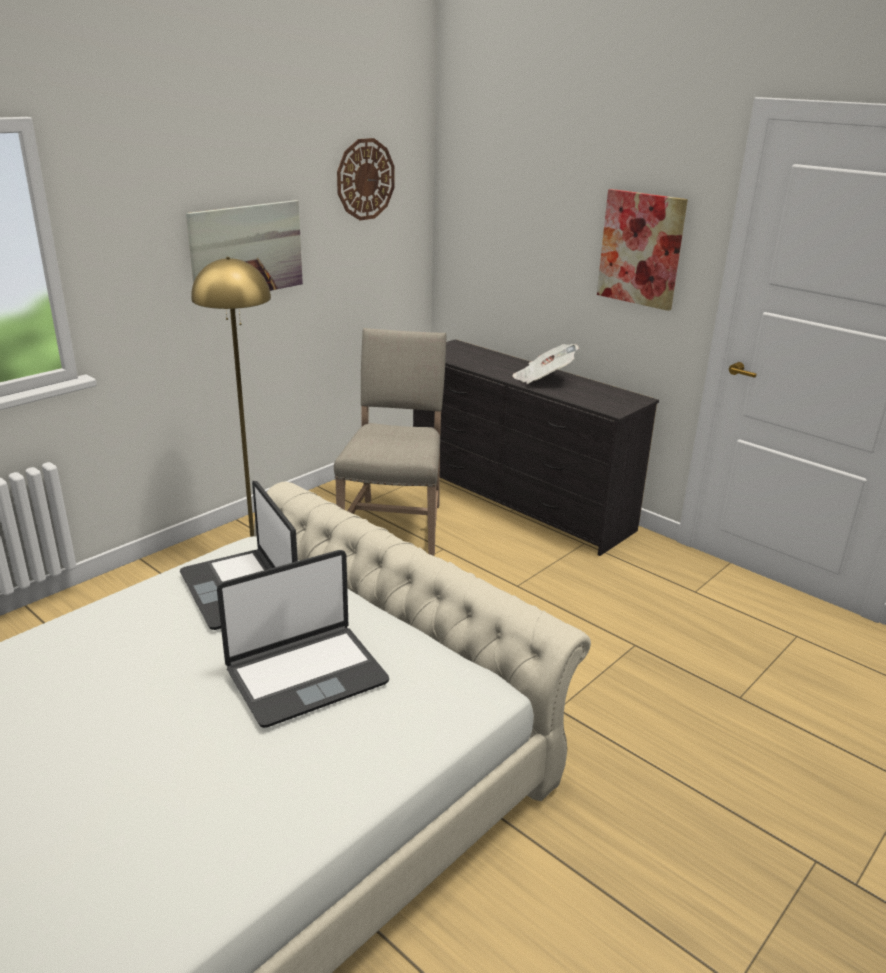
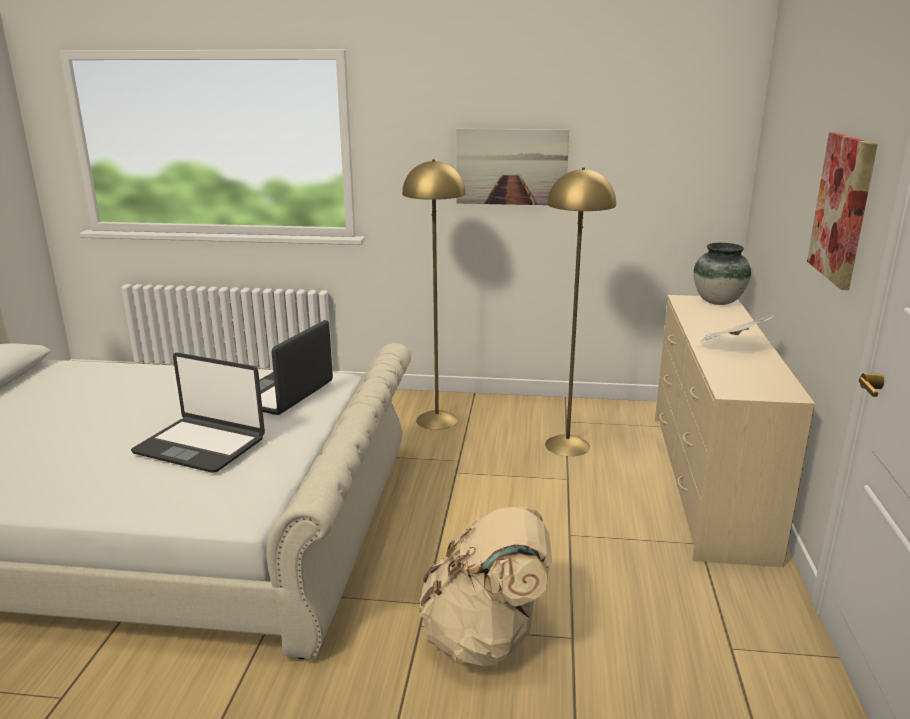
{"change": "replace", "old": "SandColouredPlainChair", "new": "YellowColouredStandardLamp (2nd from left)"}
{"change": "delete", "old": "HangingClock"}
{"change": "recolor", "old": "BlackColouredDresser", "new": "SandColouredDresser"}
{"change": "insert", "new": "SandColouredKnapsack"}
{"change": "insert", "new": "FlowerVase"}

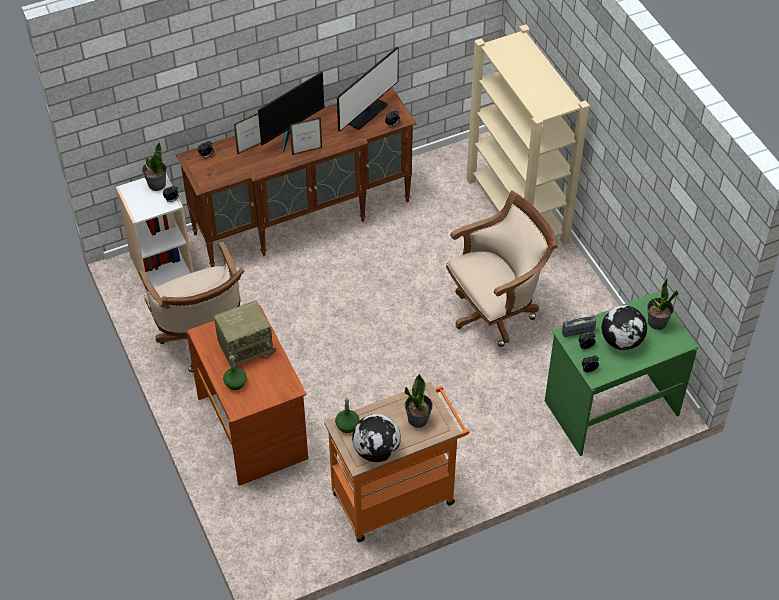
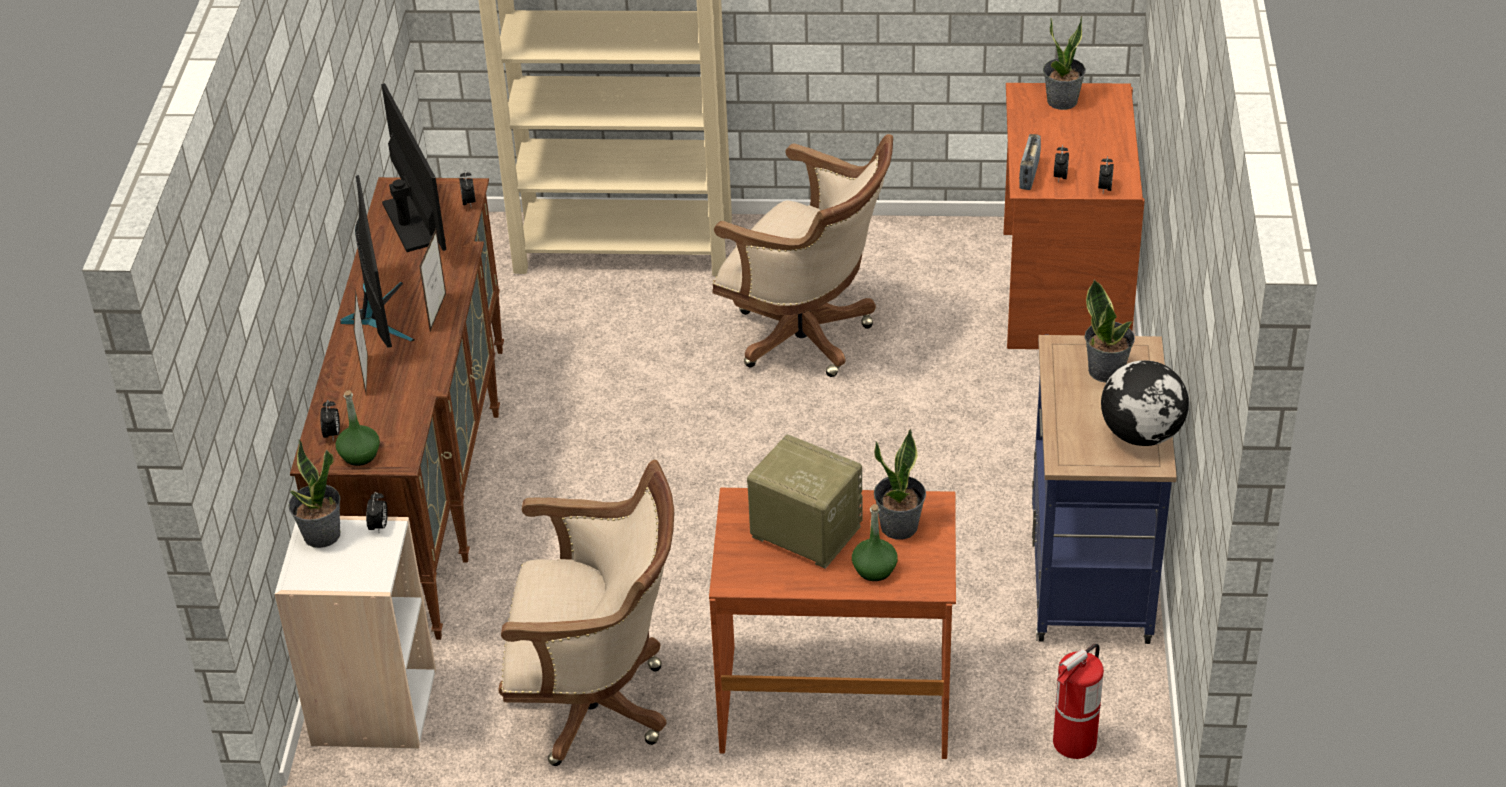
{"change": "rotate", "old": "Radio (1st from left)", "degrees": -60}
{"change": "recolor", "old": "OrangeColouredCart", "new": "BluishCart"}
{"change": "move", "old": "GreenColouredBottle (2nd from left in the first image)", "new": "GreenColouredBottle (1st from left)"}
{"change": "rotate", "old": "OfficeChair (2nd from left)", "degrees": 120}
{"change": "recolor", "old": "GreenColouredDeskTable", "new": "BrownishDeskTable (2nd from left)"}
{"change": "delete", "old": "WorldGlobe (2nd from left)"}
{"change": "insert", "new": "PottedPlant (2nd from left)"}
{"change": "insert", "new": "FireExtinguisher"}

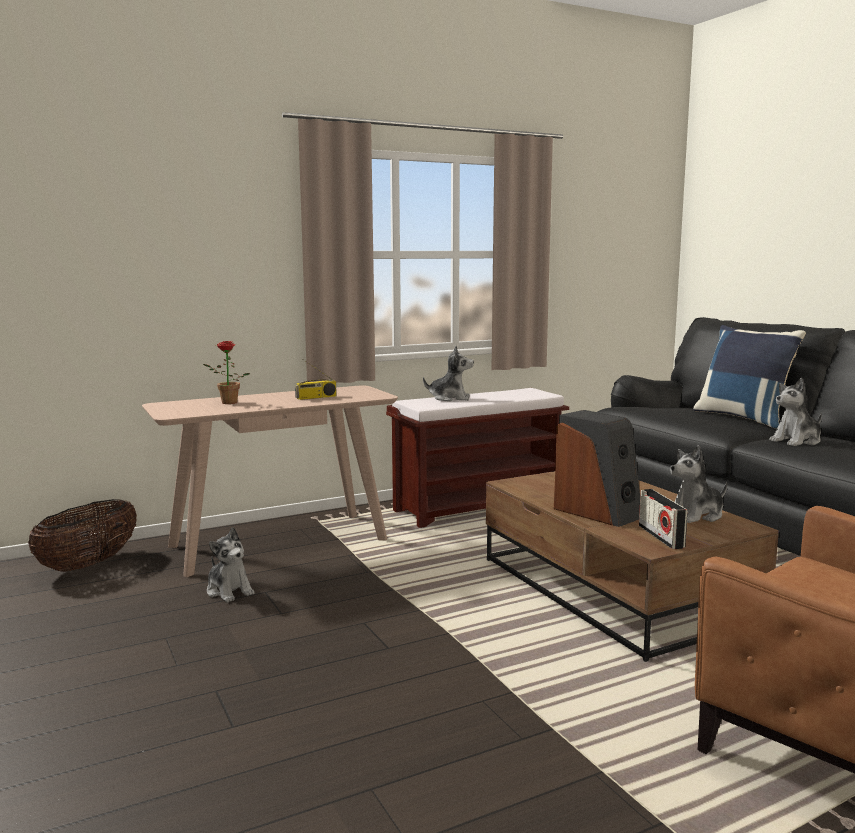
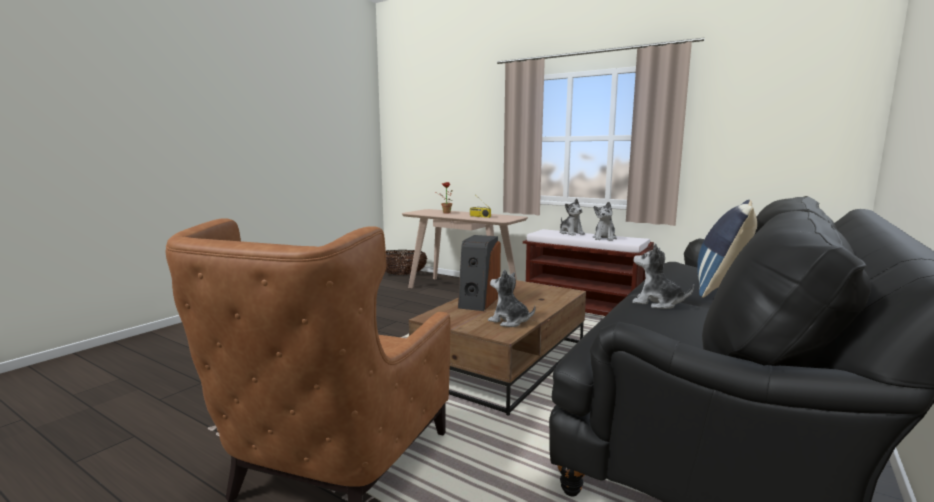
{"change": "move", "old": "SoftToy (1st from left in the first image)", "new": "SoftToy (3rd from left)"}
{"change": "delete", "old": "Radio (2nd from left)"}

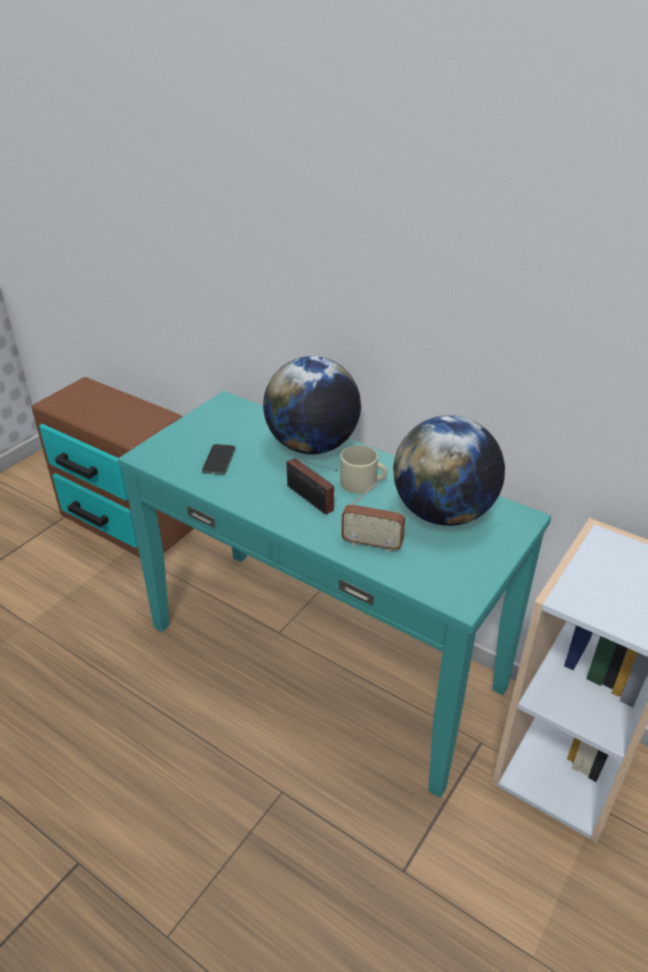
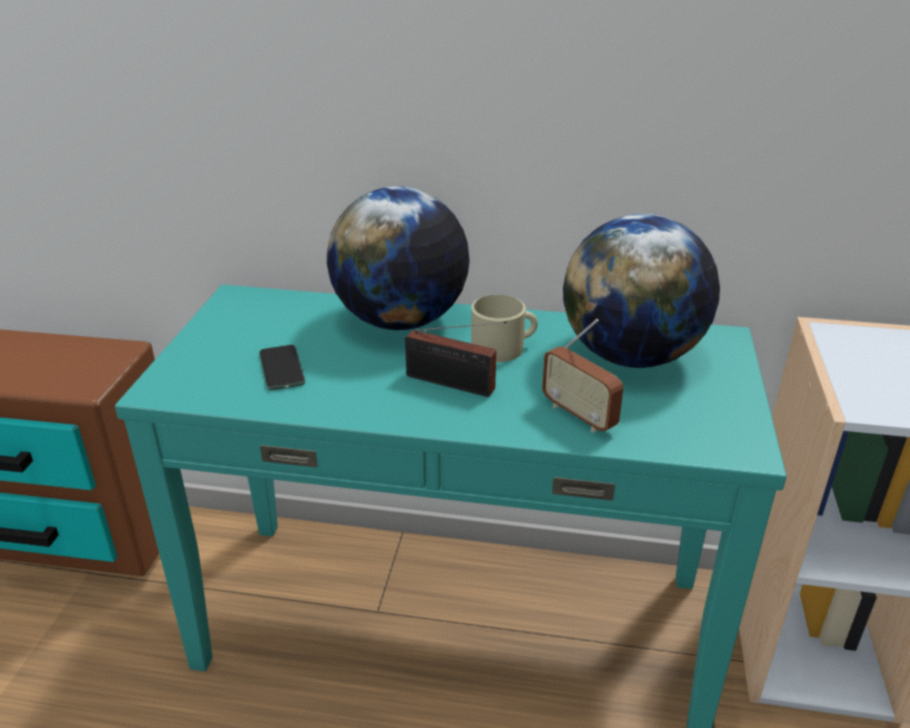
{"change": "rotate", "old": "Radio (2nd from left)", "degrees": 60}

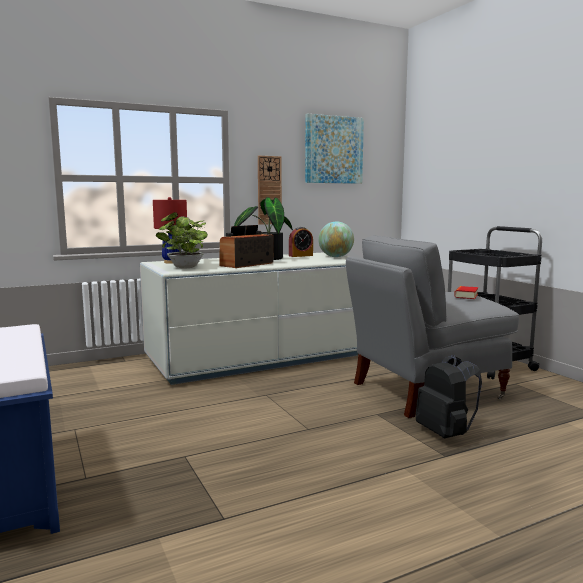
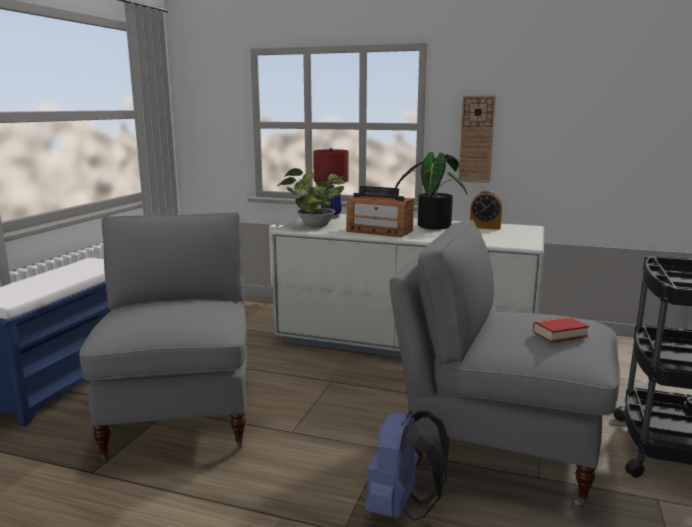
{"change": "rotate", "old": "Radio", "degrees": -150}
{"change": "delete", "old": "WallArt"}
{"change": "delete", "old": "WorldGlobe"}
{"change": "recolor", "old": "BlackColouredKnapsack", "new": "BluishKnapsack"}
{"change": "insert", "new": "GreyArmchair (1st from left)"}

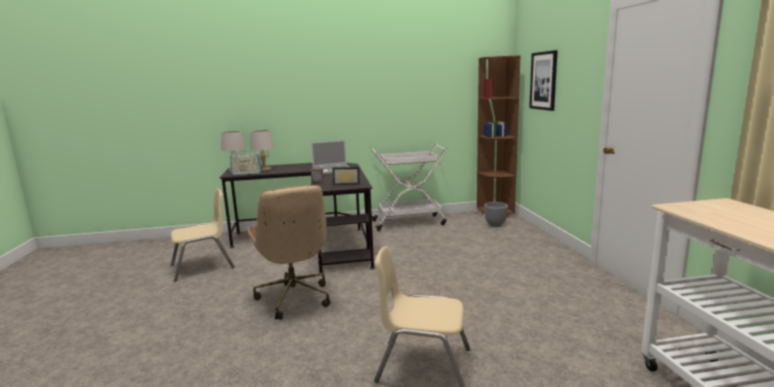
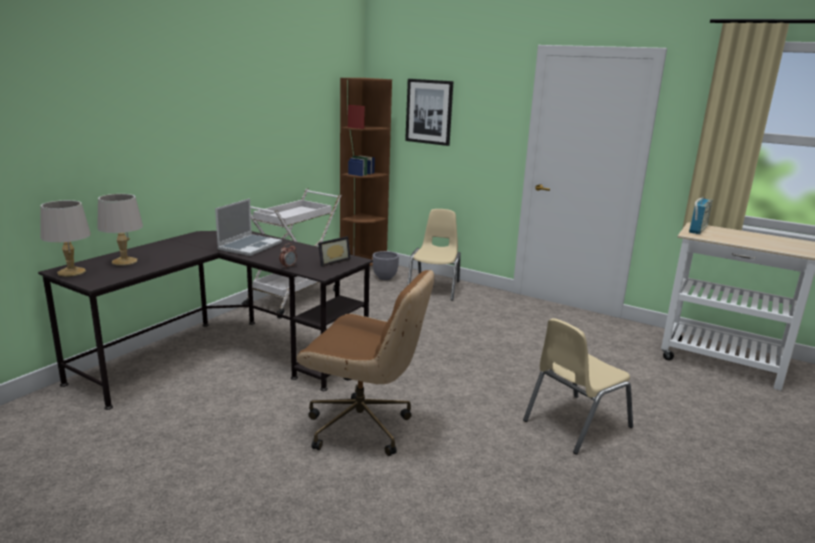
{"change": "move", "old": "SandColouredPlainChair (1st from left)"}
{"change": "move", "old": "Radio"}

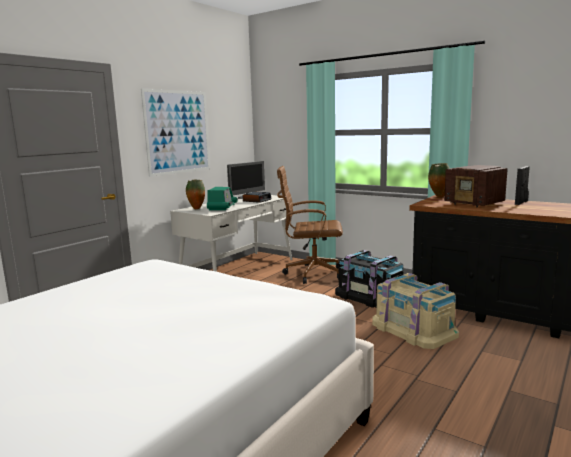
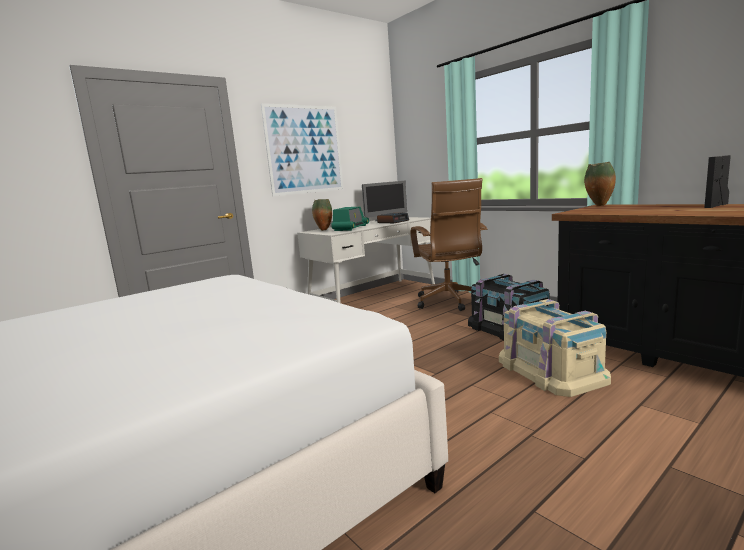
{"change": "rotate", "old": "BrownishOfficeChair", "degrees": -120}
{"change": "delete", "old": "Radio (2nd from left)"}

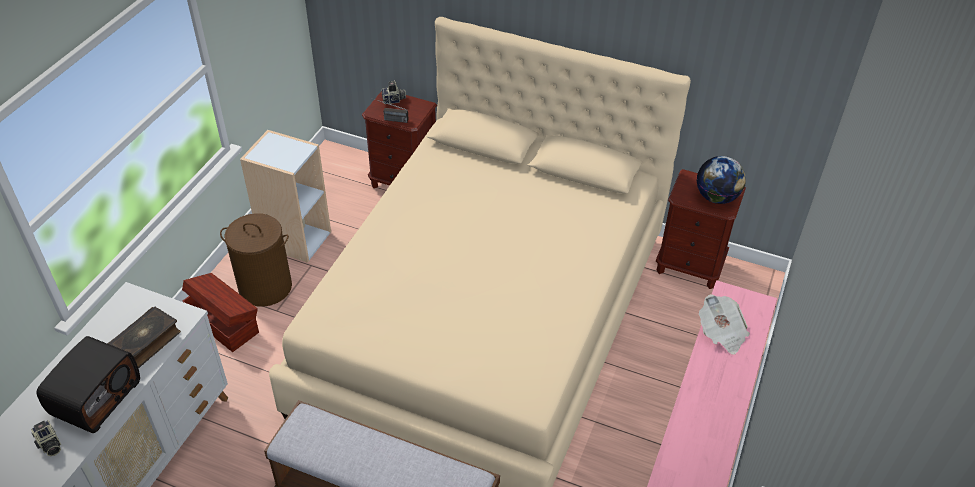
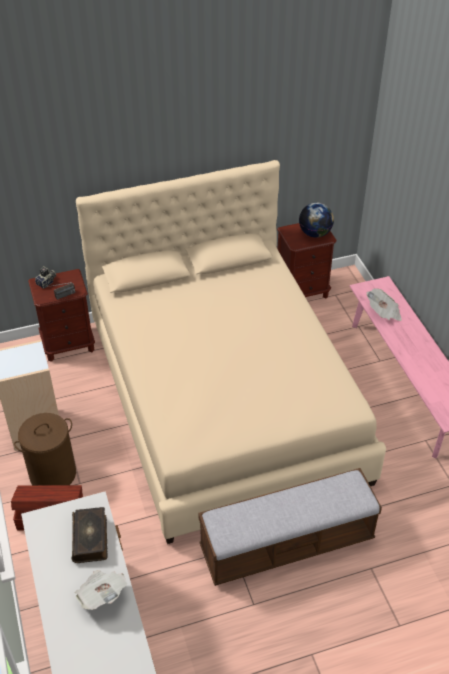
{"change": "delete", "old": "PhotoCamera (1st from left)"}
{"change": "replace", "old": "Radio (1st from left)", "new": "DailyPaper (1st from left)"}

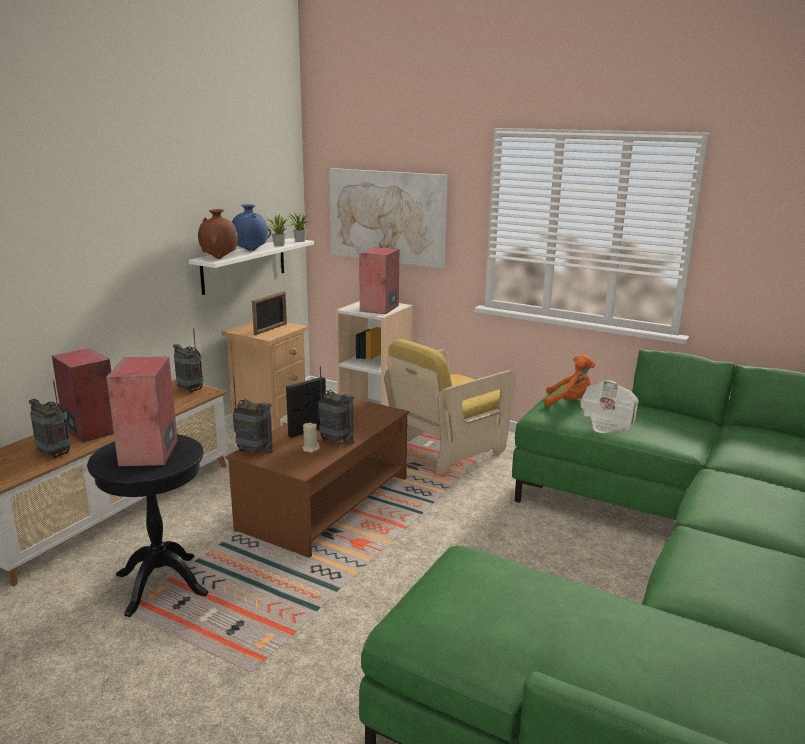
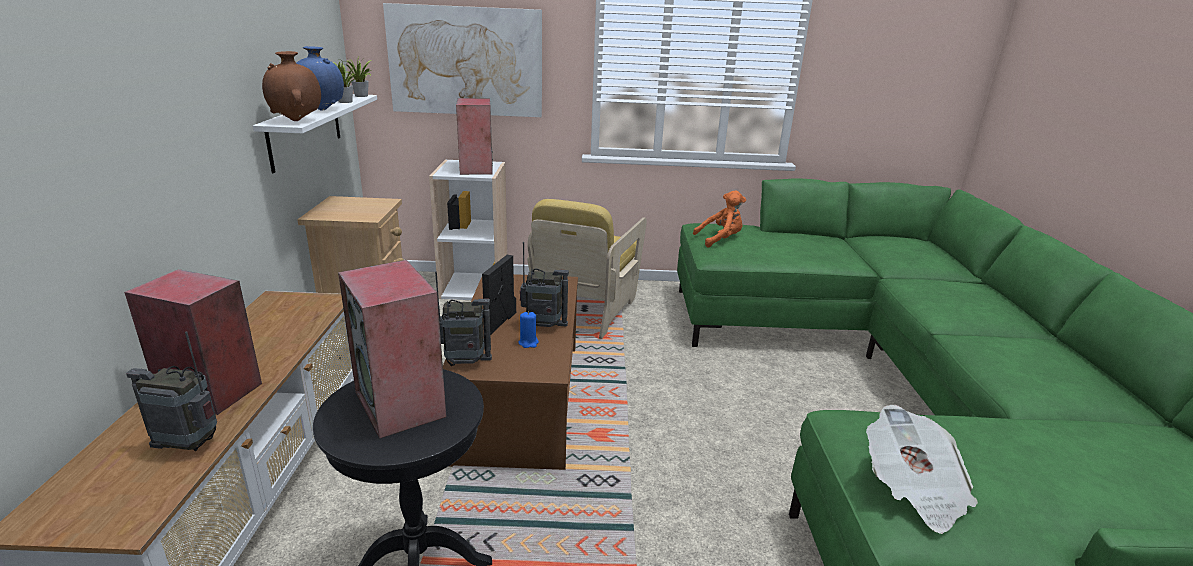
{"change": "delete", "old": "Radio (2nd from left)"}
{"change": "delete", "old": "PictureFrame (1st from left)"}
{"change": "recolor", "old": "SandColouredWaxCandle", "new": "BluishWaxCandle"}
{"change": "move", "old": "DailyPaper"}

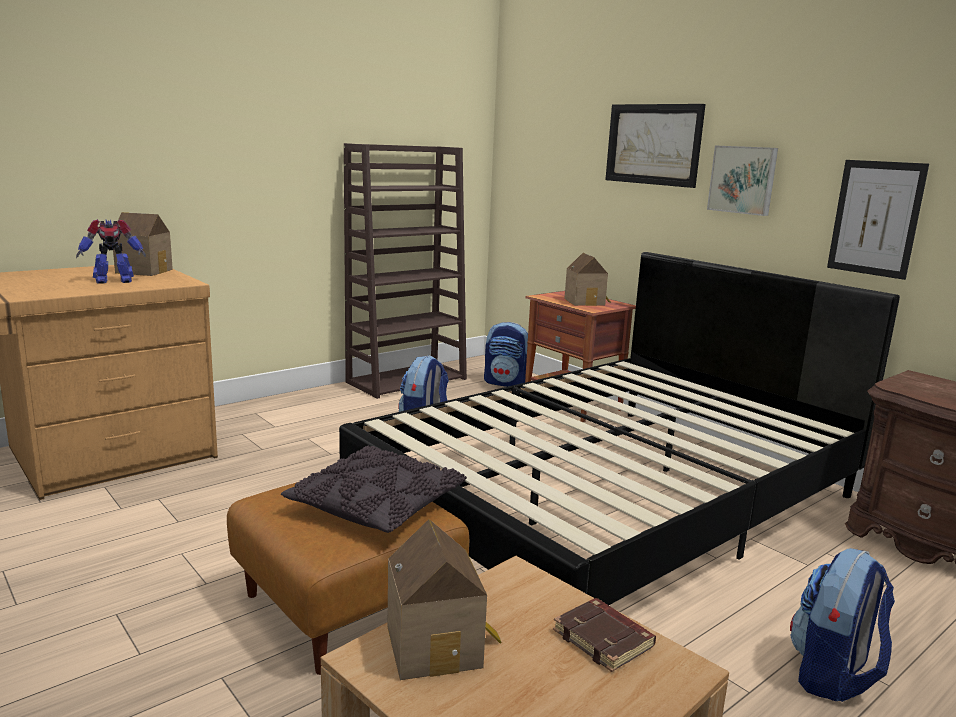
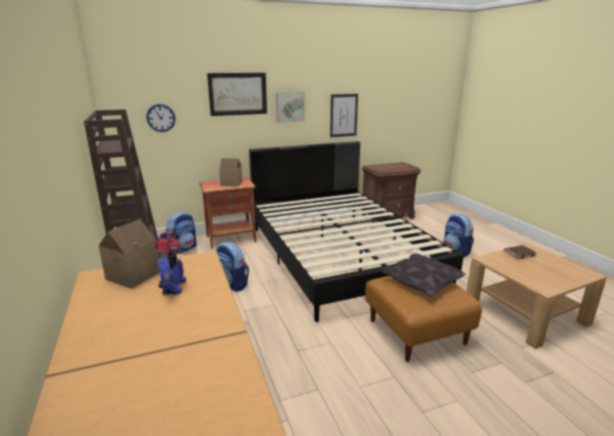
{"change": "delete", "old": "ToyHouse (2nd from left)"}
{"change": "insert", "new": "HangingClock"}

